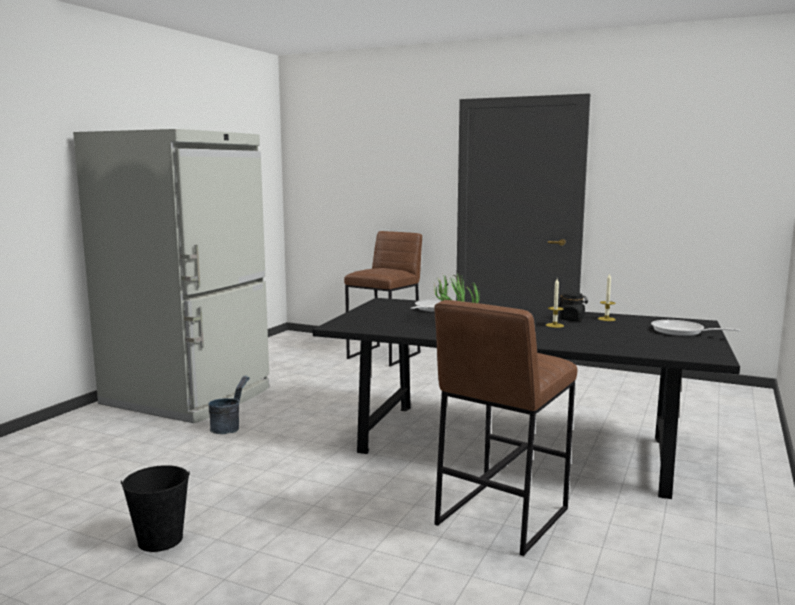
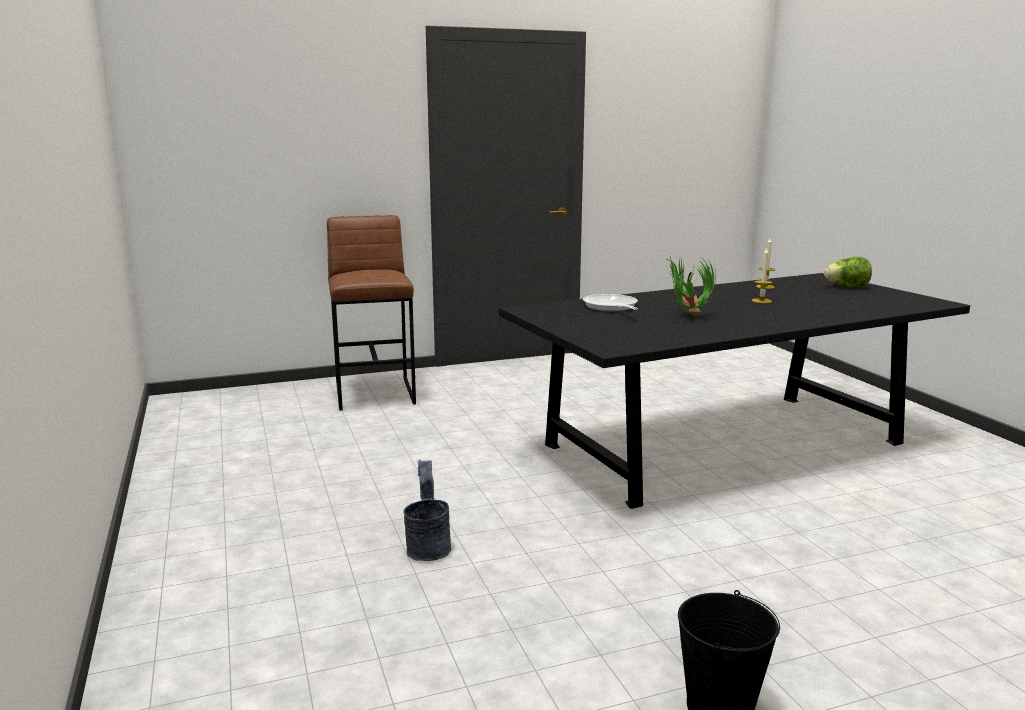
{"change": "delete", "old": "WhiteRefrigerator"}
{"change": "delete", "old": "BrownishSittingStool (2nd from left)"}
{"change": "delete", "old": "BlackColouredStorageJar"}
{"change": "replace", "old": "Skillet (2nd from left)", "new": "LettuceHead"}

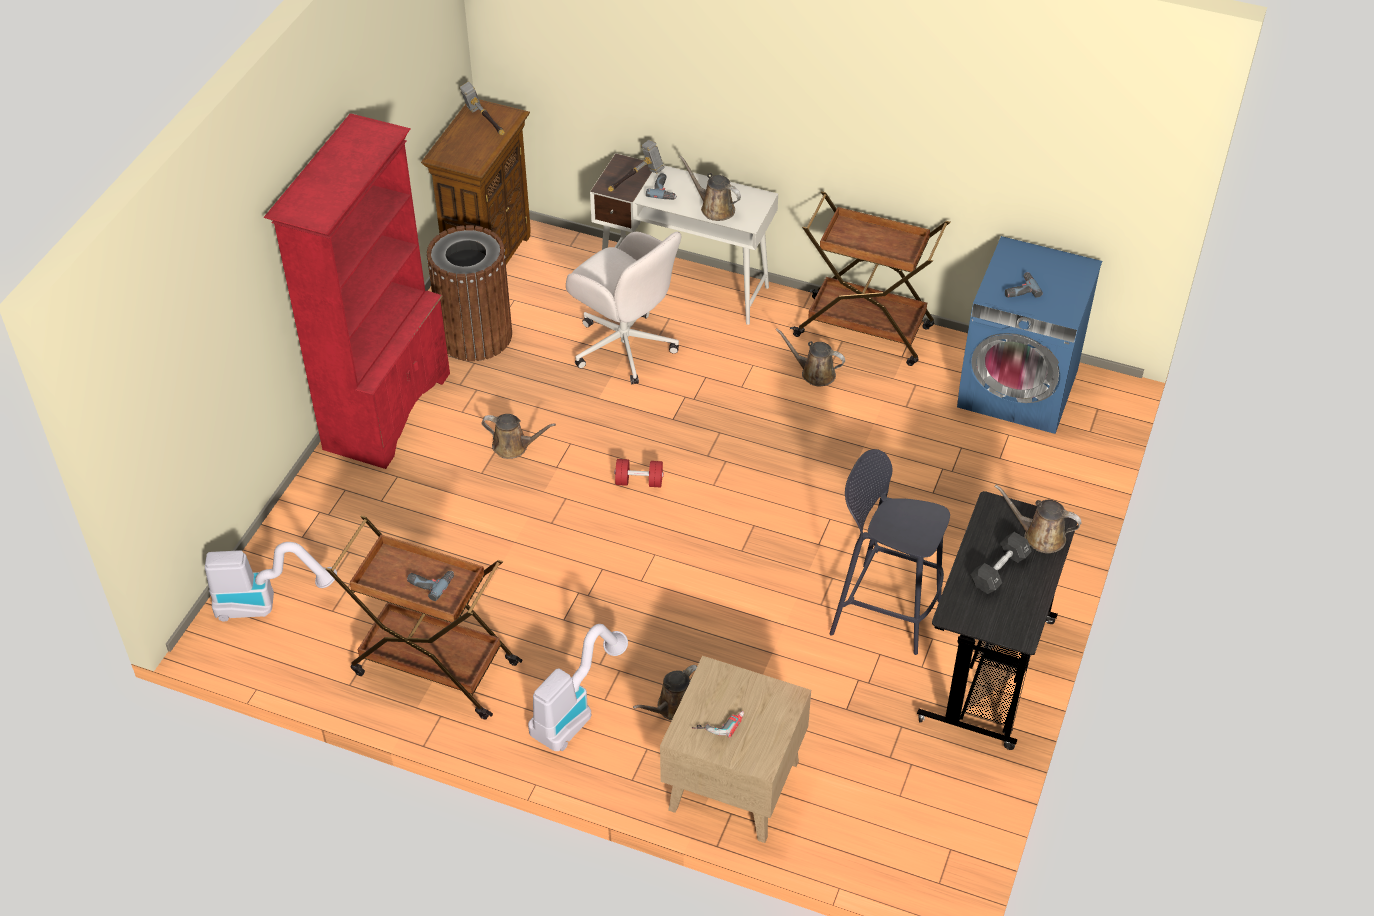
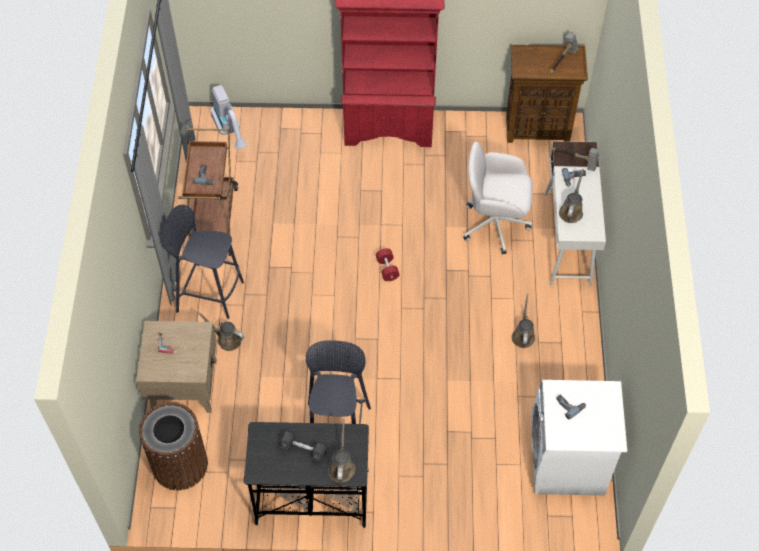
{"change": "move", "old": "BrownishWasteBin"}
{"change": "delete", "old": "BrownishWateringCan (1st from left)"}
{"change": "replace", "old": "Vacuum (2nd from left)", "new": "GreySittingStool (1st from left)"}
{"change": "rotate", "old": "WhiteOfficeChair", "degrees": 75}
{"change": "delete", "old": "BrownishCart (2nd from left)"}
{"change": "recolor", "old": "BluishLaundryAppliance", "new": "WhiteLaundryAppliance"}

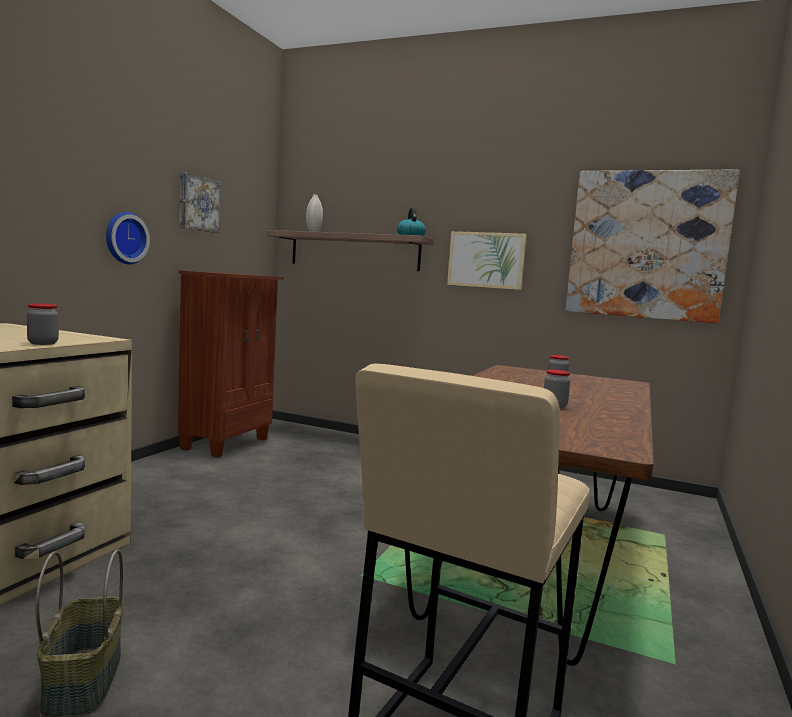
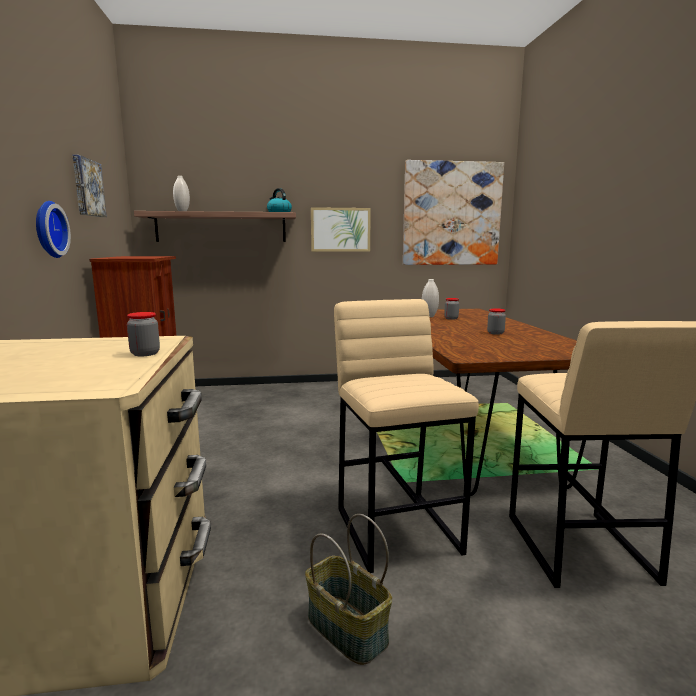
{"change": "insert", "new": "SandColouredSittingStool (1st from left)"}
{"change": "insert", "new": "WhiteFlowerVase (2nd from left)"}

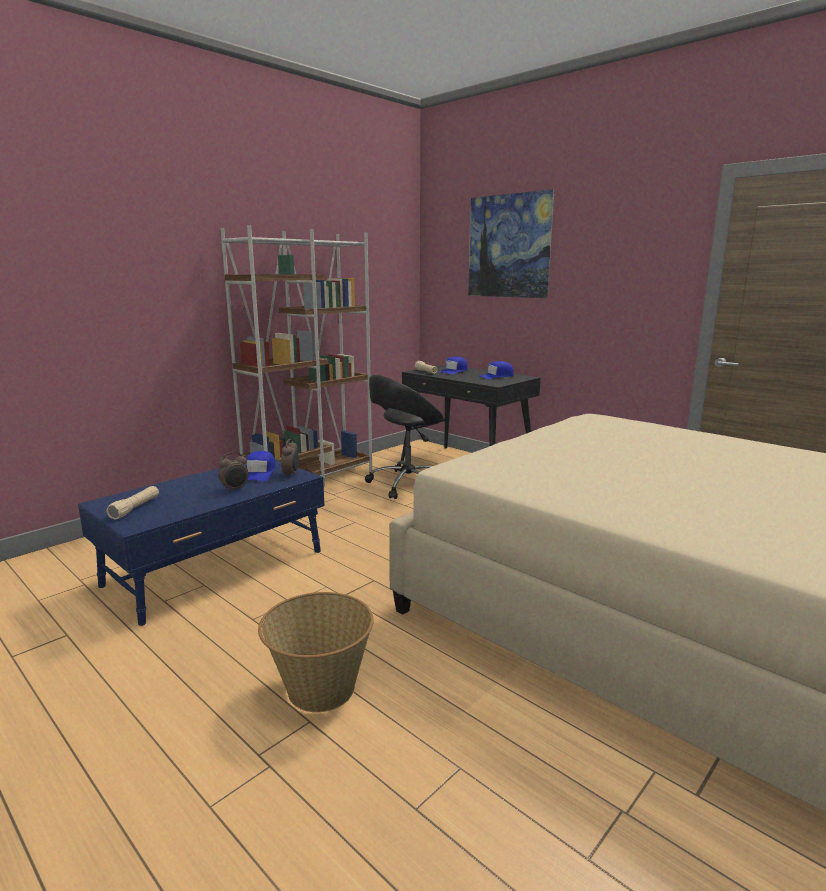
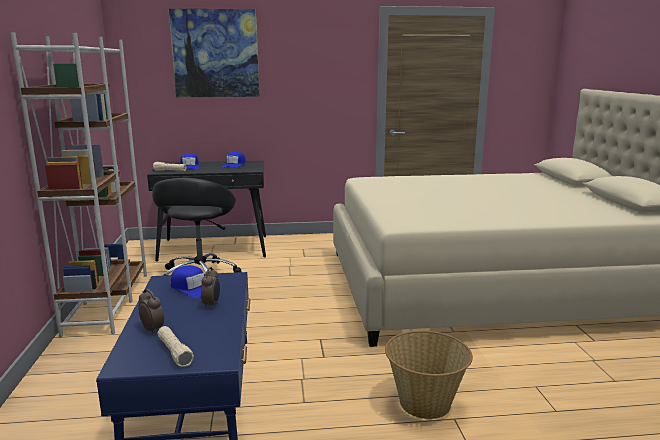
{"change": "move", "old": "AlarmClock (2nd from left in the first image)", "new": "AlarmClock (1st from left)"}

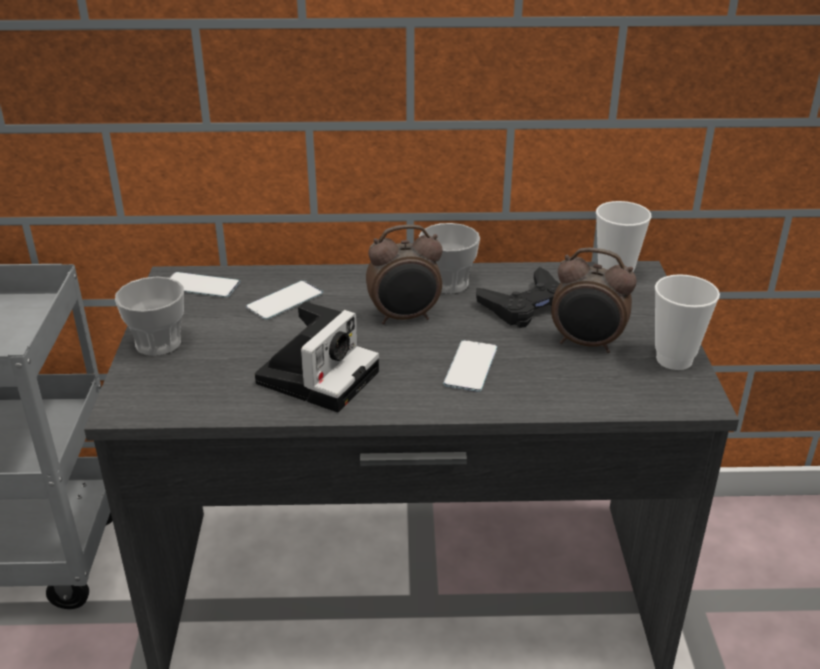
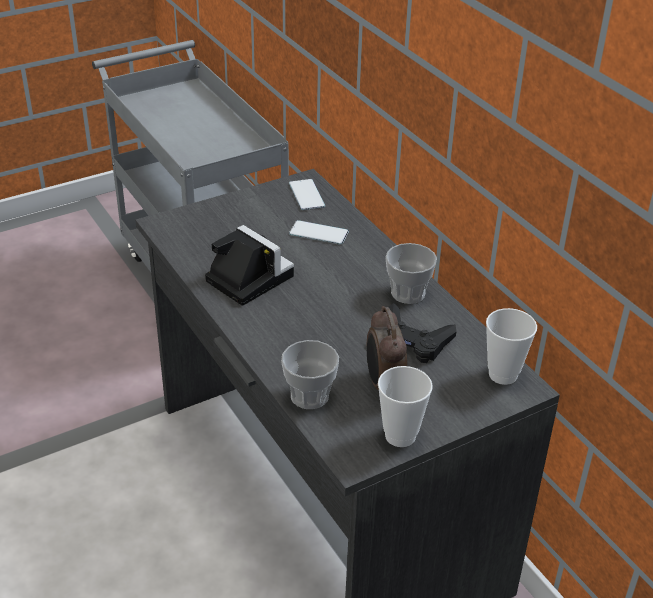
{"change": "move", "old": "Cup (1st from left)"}
{"change": "rotate", "old": "PhotoCamera", "degrees": -135}
{"change": "delete", "old": "AlarmClock (1st from left)"}
{"change": "delete", "old": "Telephone (3rd from left)"}

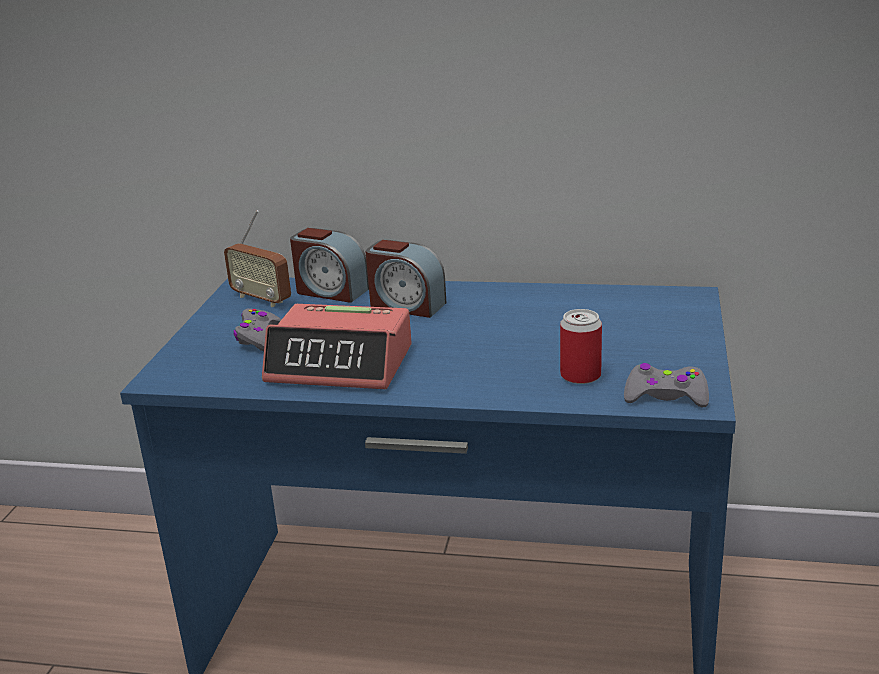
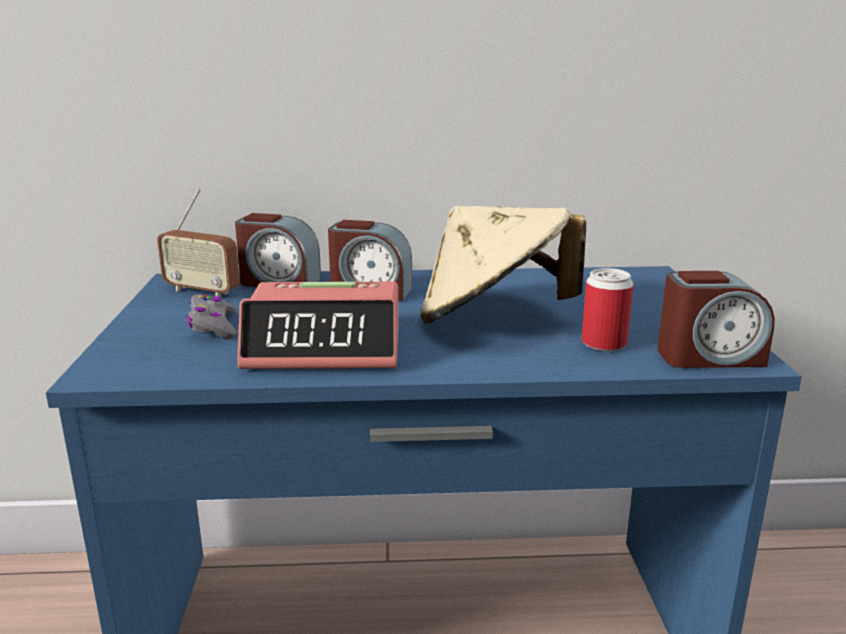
{"change": "replace", "old": "GreyGameController (2nd from left)", "new": "AlarmClock (4th from left)"}
{"change": "insert", "new": "SandColouredHat"}

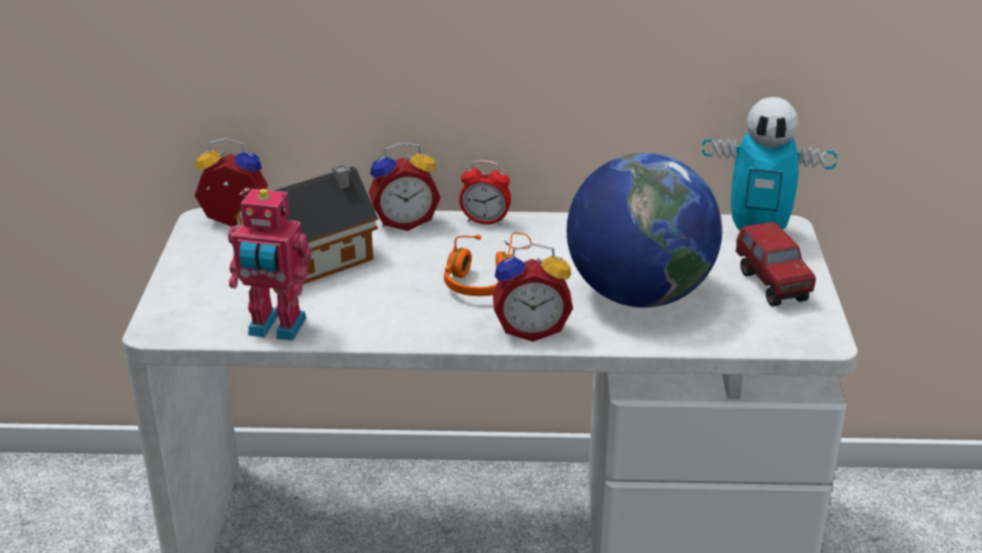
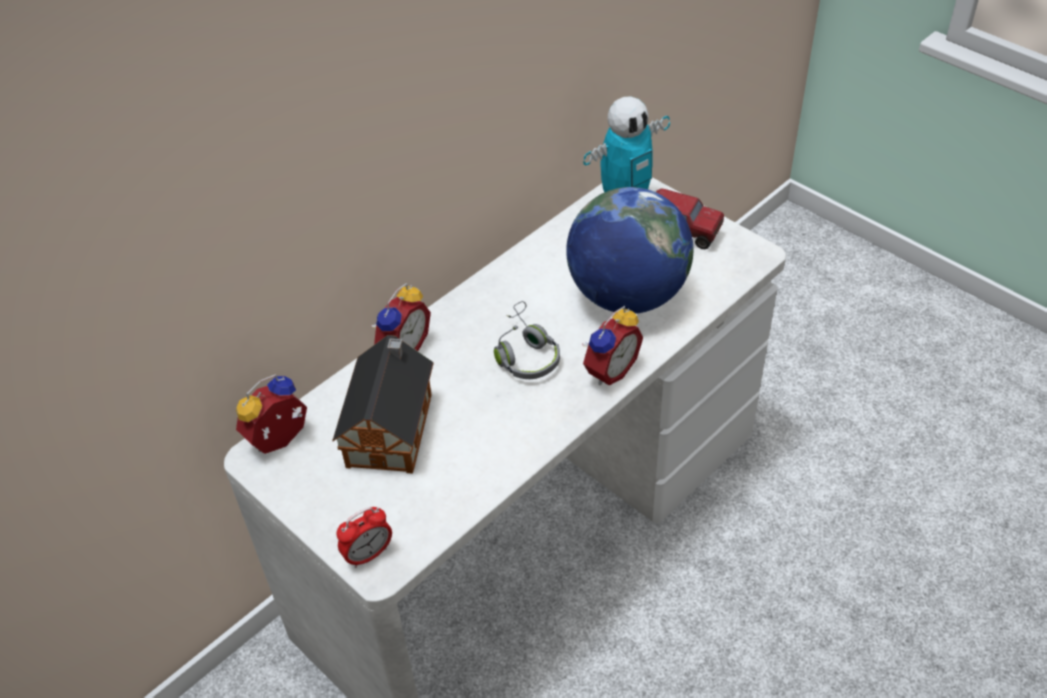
{"change": "delete", "old": "RobotFigure (1st from left)"}
{"change": "recolor", "old": "OrangeColouredHeadphones", "new": "GreyHeadphones"}
{"change": "move", "old": "AlarmClock (3rd from left in the first image)", "new": "AlarmClock (2nd from left)"}

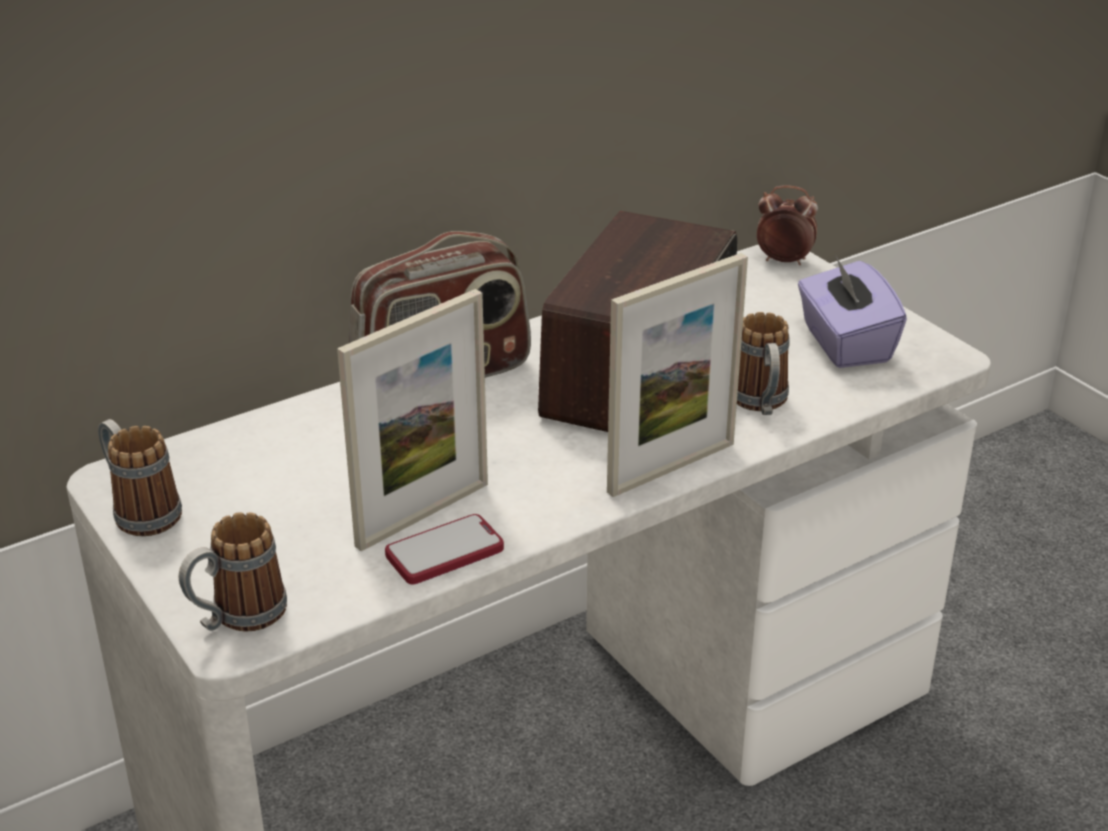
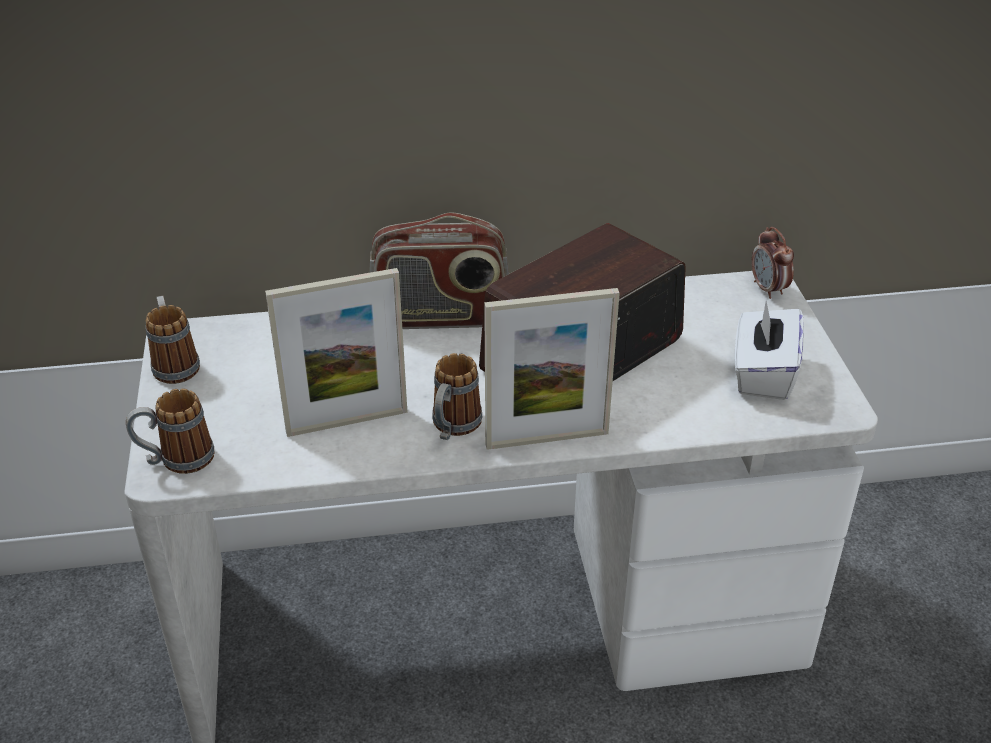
{"change": "delete", "old": "Telephone"}
{"change": "move", "old": "CoffeeMug (3rd from left)"}
{"change": "rotate", "old": "AlarmClock", "degrees": -150}
{"change": "recolor", "old": "PurplishTissueBox", "new": "WhiteTissueBox"}

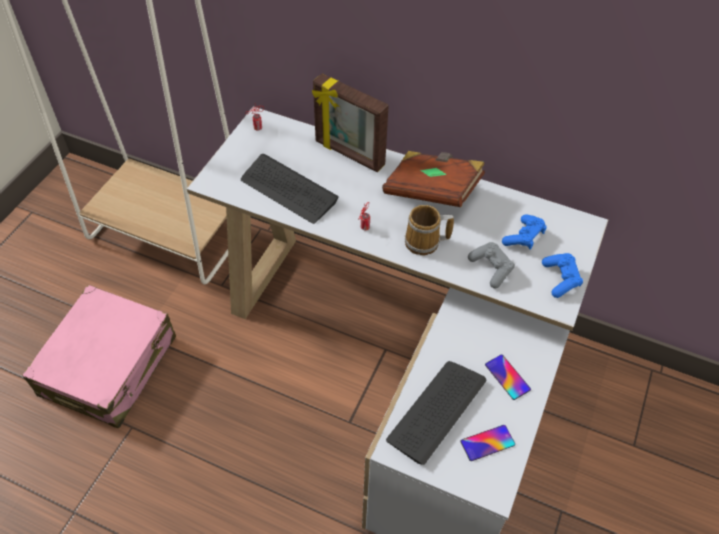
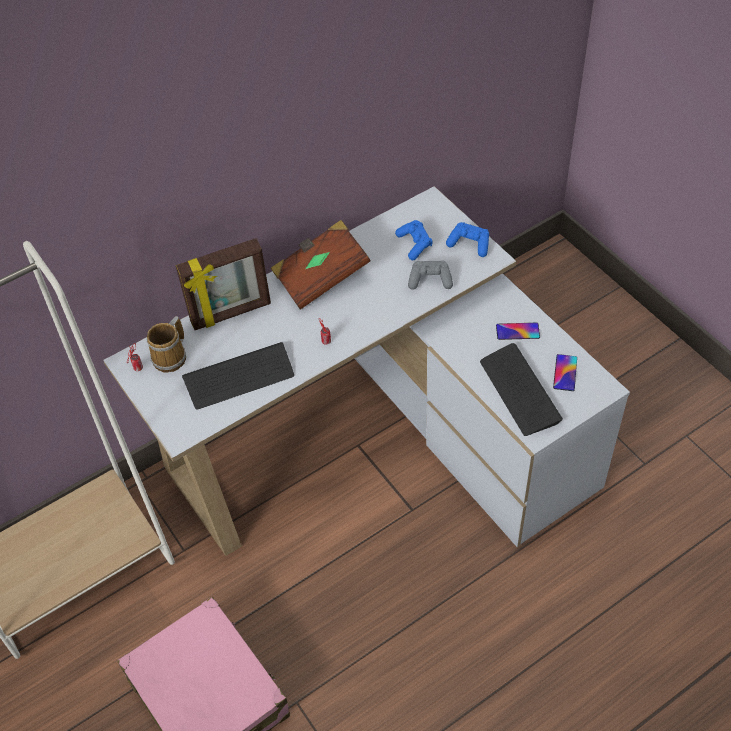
{"change": "move", "old": "CoffeeMug"}

